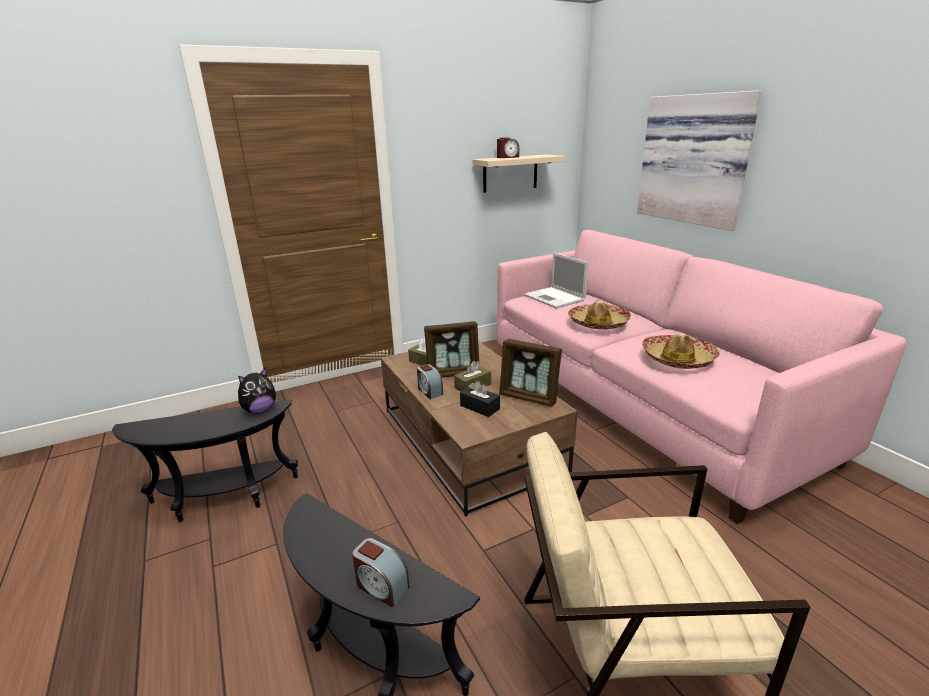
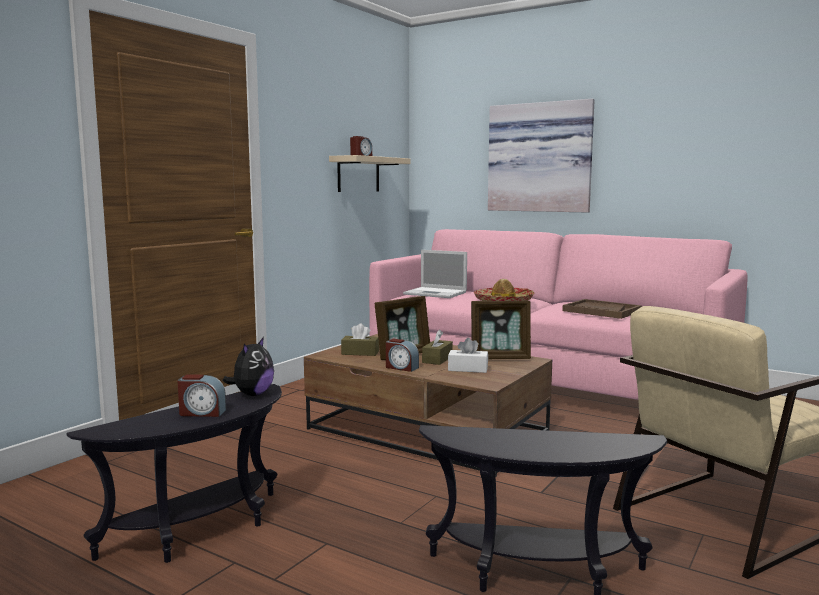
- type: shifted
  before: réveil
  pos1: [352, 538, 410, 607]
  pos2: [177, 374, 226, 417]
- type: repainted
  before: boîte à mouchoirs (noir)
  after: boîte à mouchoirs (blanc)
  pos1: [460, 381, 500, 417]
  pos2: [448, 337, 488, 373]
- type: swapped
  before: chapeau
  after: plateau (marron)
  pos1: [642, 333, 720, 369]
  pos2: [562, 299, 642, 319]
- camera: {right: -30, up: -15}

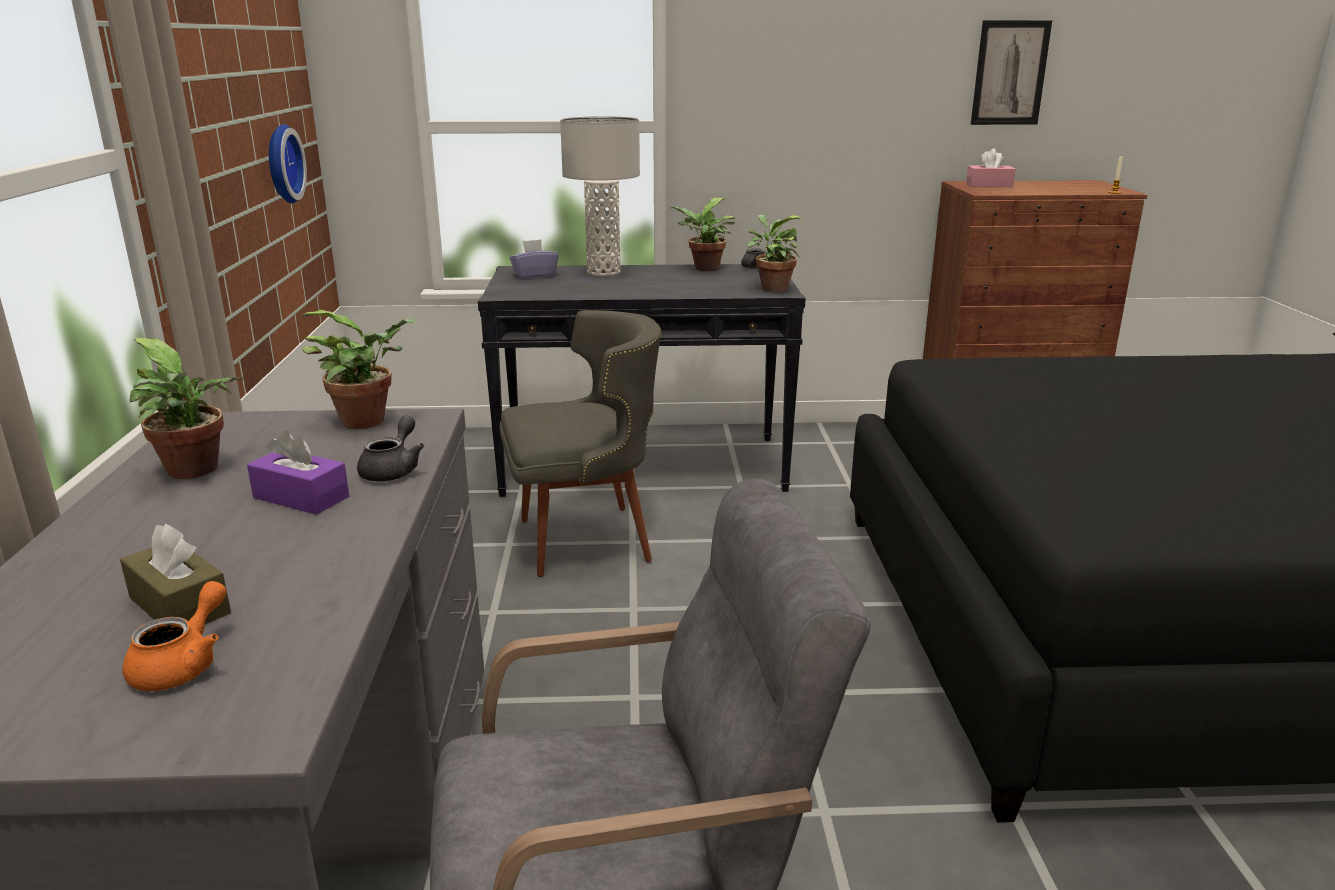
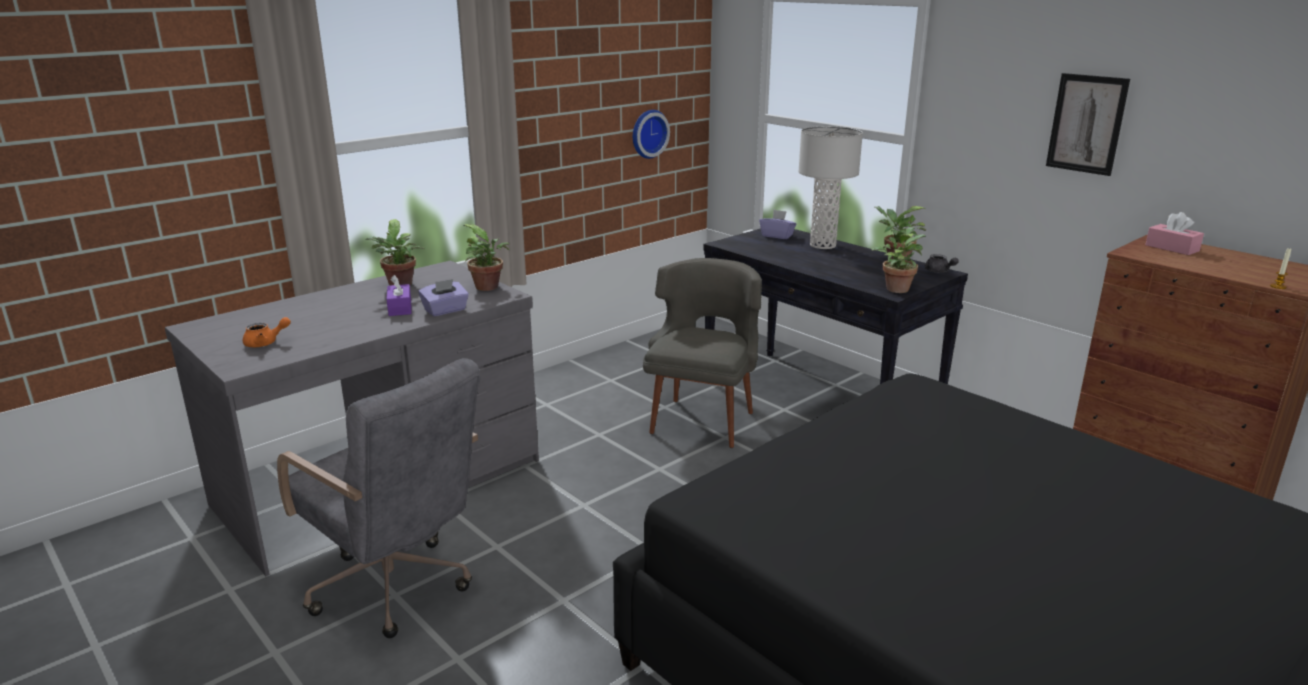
- type: swapped
  before: théière (gris)
  after: boîte à mouchoirs (violet)
  pos1: [357, 415, 424, 482]
  pos2: [419, 279, 469, 316]
- type: rotated
  before: chaise (gris)
  pos1: [499, 310, 661, 577]
  pos2: [643, 258, 762, 448]
  turn: -105
- type: shifted
  before: tableau
  pos1: [971, 20, 1052, 125]
  pos2: [1046, 73, 1130, 176]
- type: gone
  before: boîte à mouchoirs (marron)
  pos1: [120, 524, 231, 624]
- camera: {right: 50, up: 0}

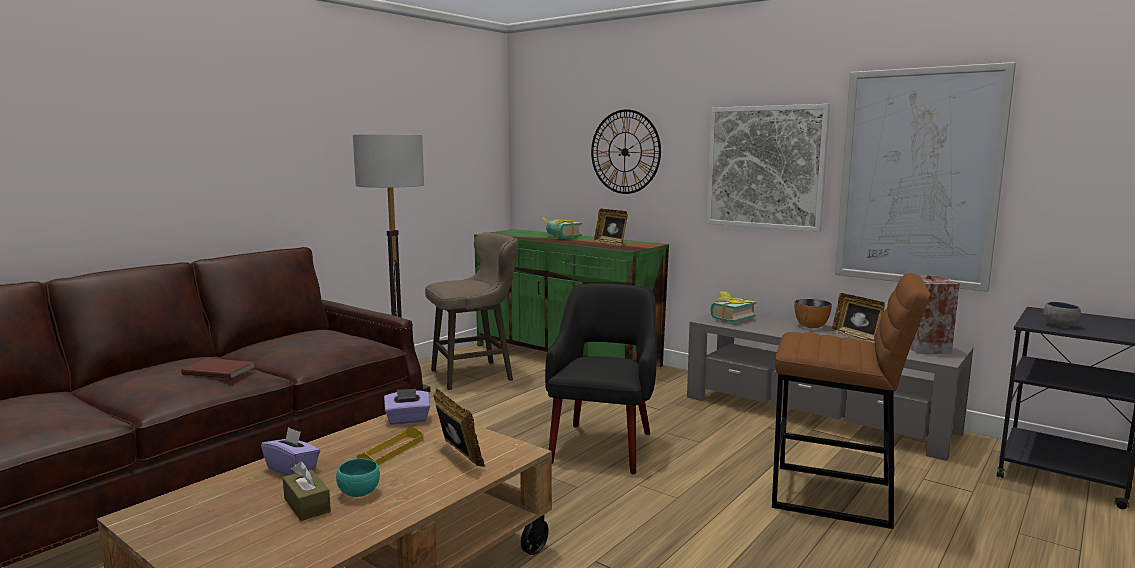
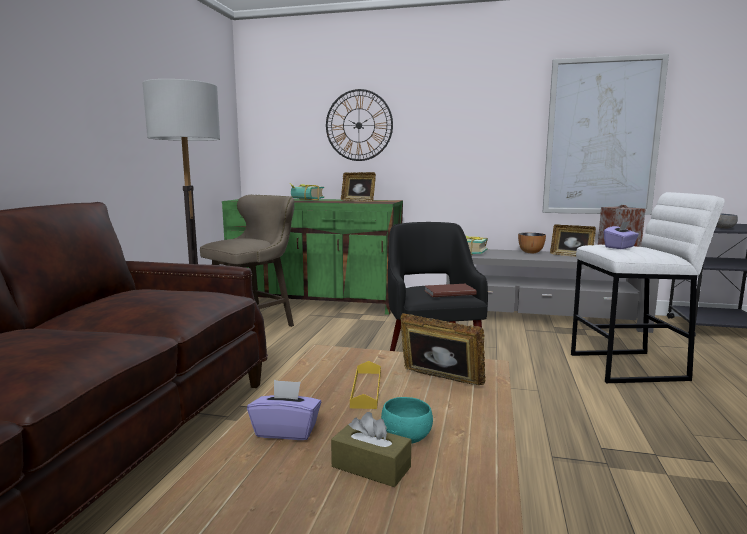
- type: shifted
  before: livre (marron)
  pos1: [181, 358, 255, 379]
  pos2: [424, 284, 477, 297]
- type: repainted
  before: tabouret (marron)
  after: tabouret (blanc)
  pos1: [772, 273, 930, 529]
  pos2: [571, 192, 725, 383]
- type: shifted
  before: boîte à mouchoirs (violet)
  pos1: [384, 389, 430, 425]
  pos2: [604, 221, 639, 249]
- type: gone
  before: tableau
  pos1: [706, 104, 830, 232]
- camera: {right: -25, up: 0}

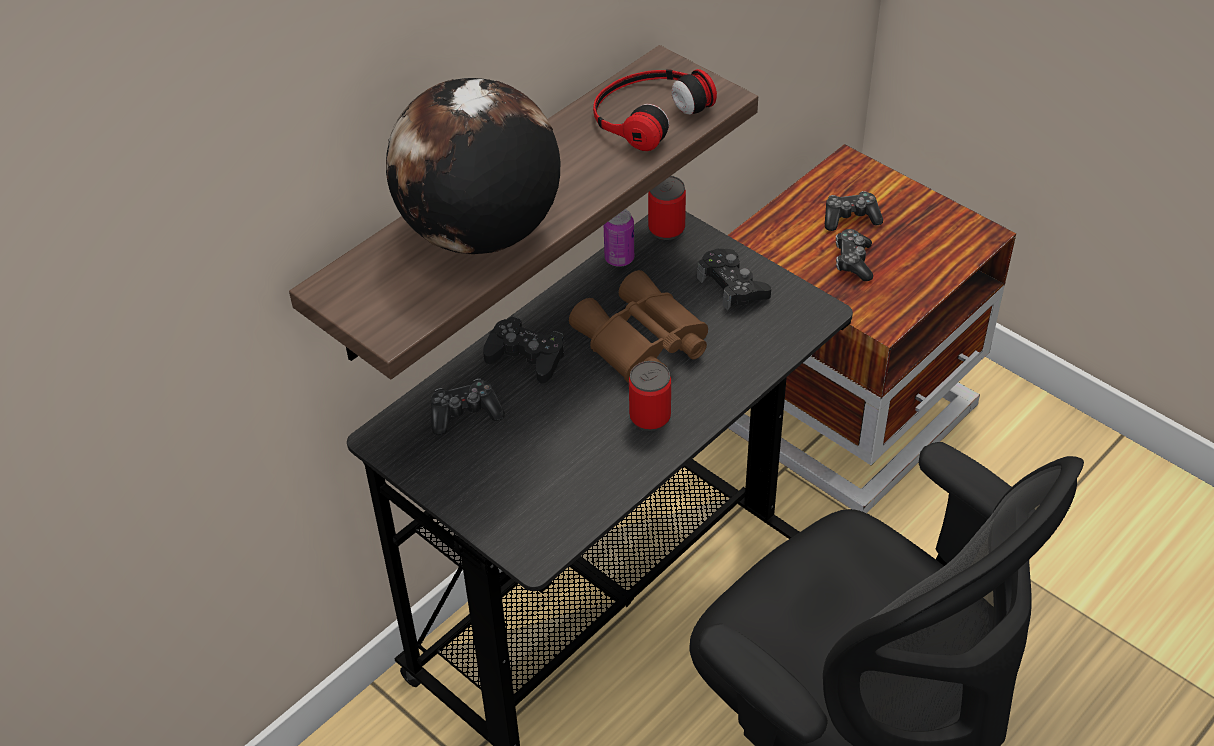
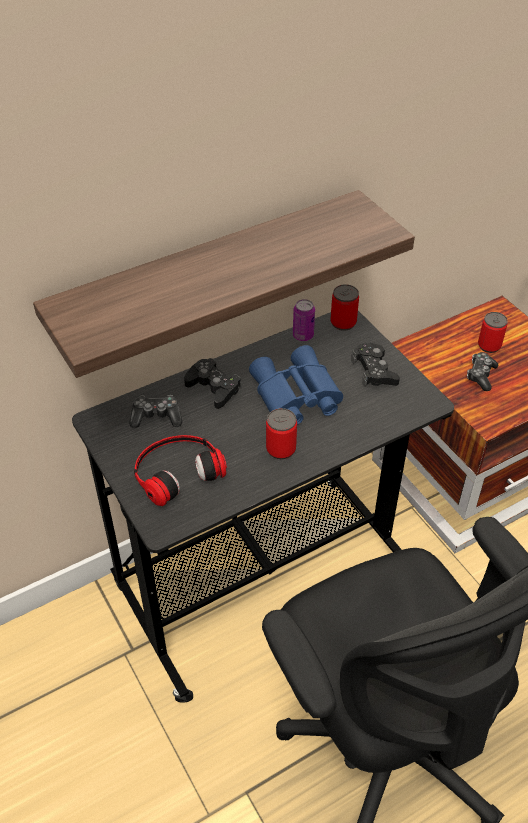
- type: shifted
  before: casque audio
  pos1: [593, 69, 717, 151]
  pos2: [134, 435, 227, 506]
- type: repainted
  before: jumelles (marron)
  after: jumelles (bleu)
  pos1: [569, 270, 708, 383]
  pos2: [249, 345, 343, 425]
- type: swapped
  before: manette
  after: boîte métallique
  pos1: [825, 191, 883, 231]
  pos2: [478, 312, 508, 353]
- type: gone
  before: globe
  pos1: [386, 78, 560, 254]
- camera: {right: 15, up: 0}

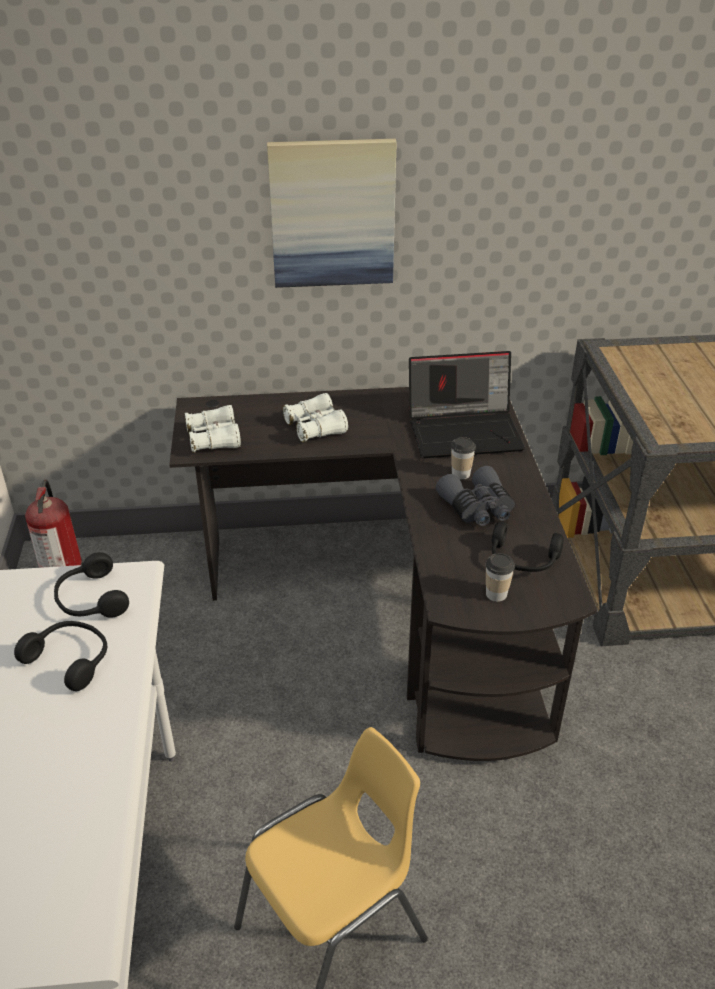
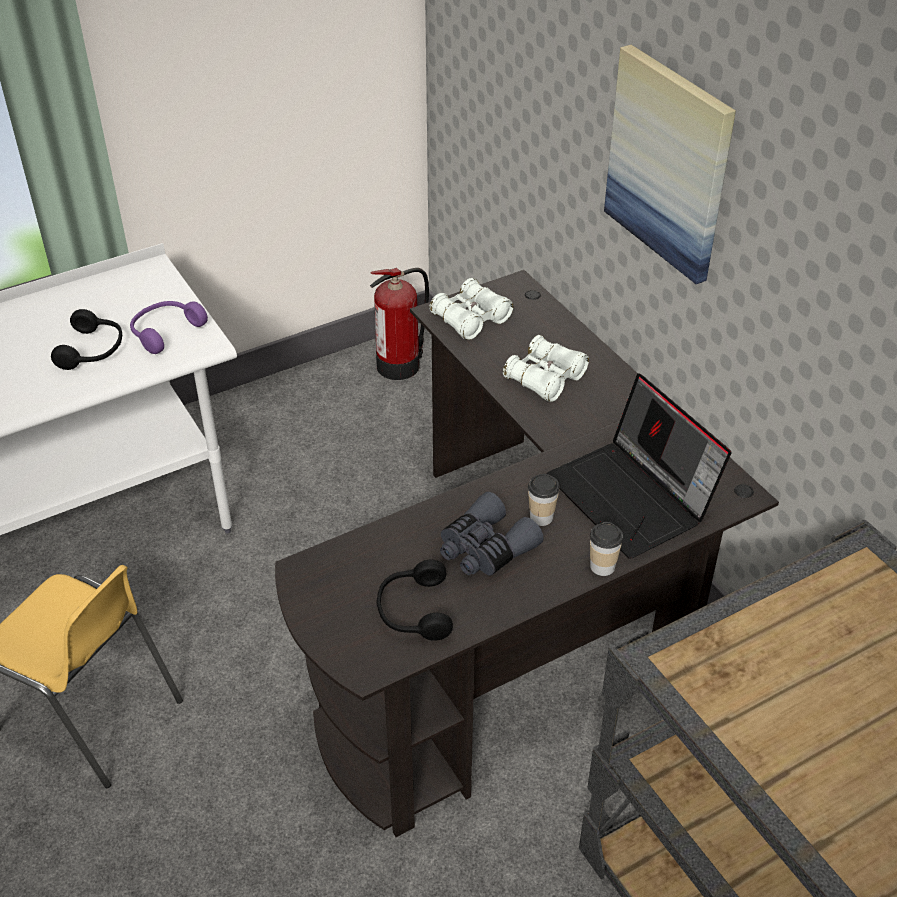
- type: repainted
  before: casque audio (noir)
  after: casque audio (violet)
  pos1: [54, 552, 129, 618]
  pos2: [130, 301, 208, 354]
- type: shifted
  before: tasse
  pos1: [486, 553, 515, 602]
  pos2: [590, 522, 623, 576]
- camera: {right: 65, up: 5}

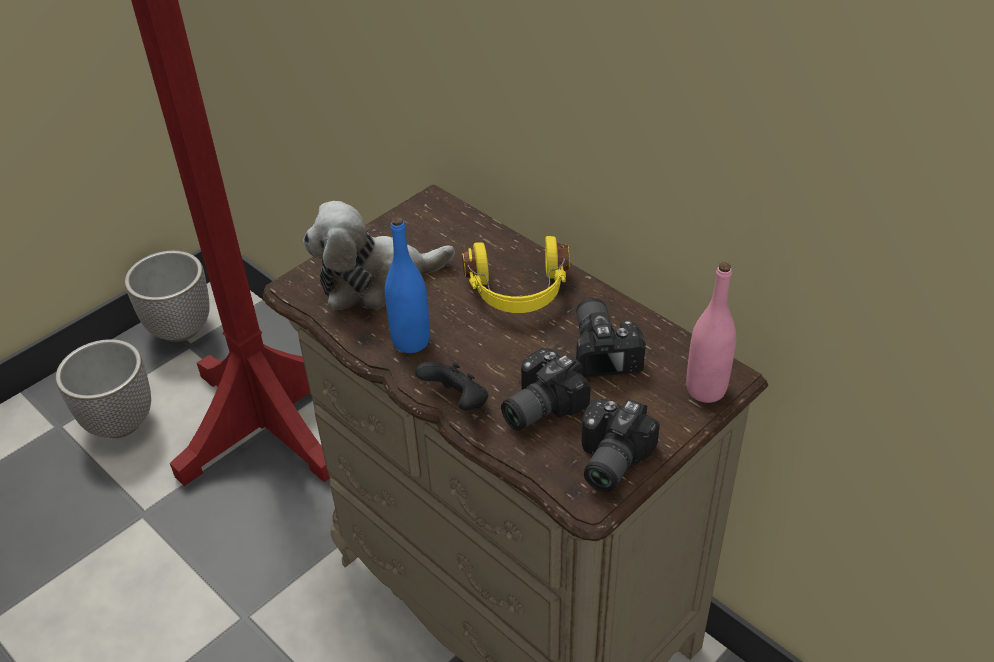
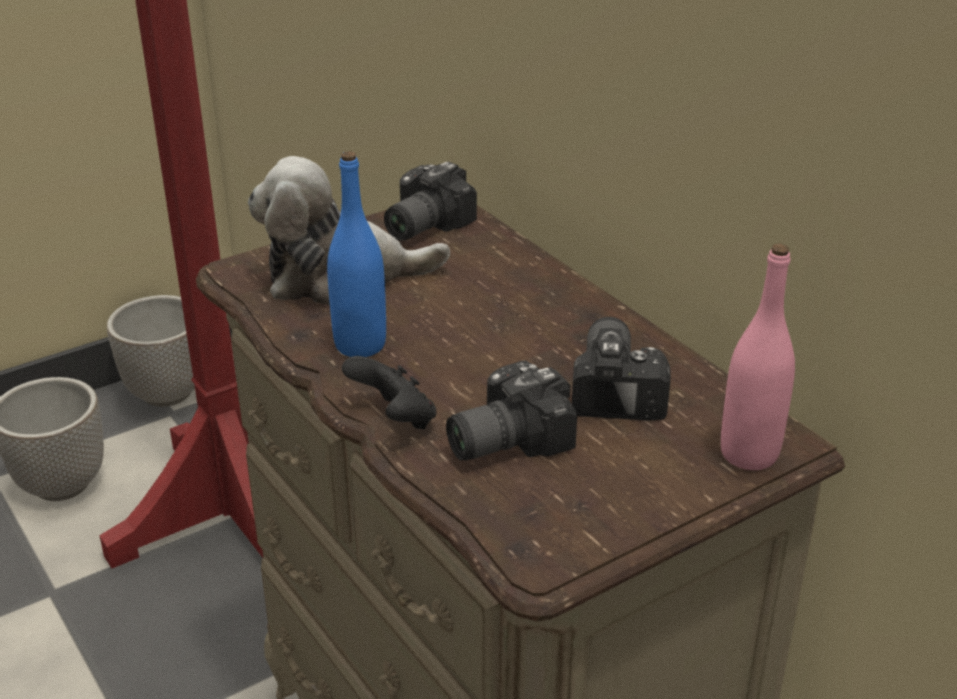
- type: shifted
  before: appareil photo
  pos1: [582, 399, 660, 492]
  pos2: [384, 162, 477, 241]
- type: gone
  before: casque audio (jaune)
  pos1: [462, 236, 569, 313]
- camera: {right: 10, up: -10}

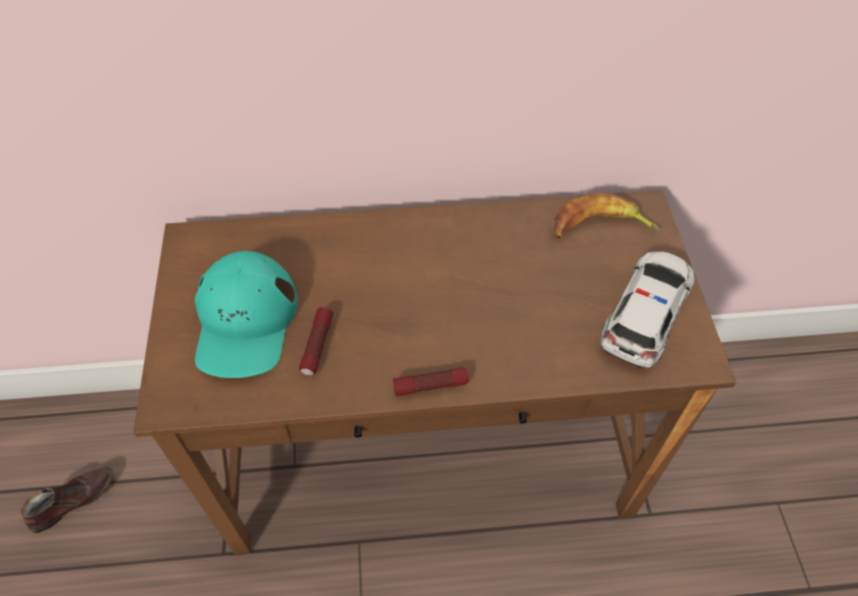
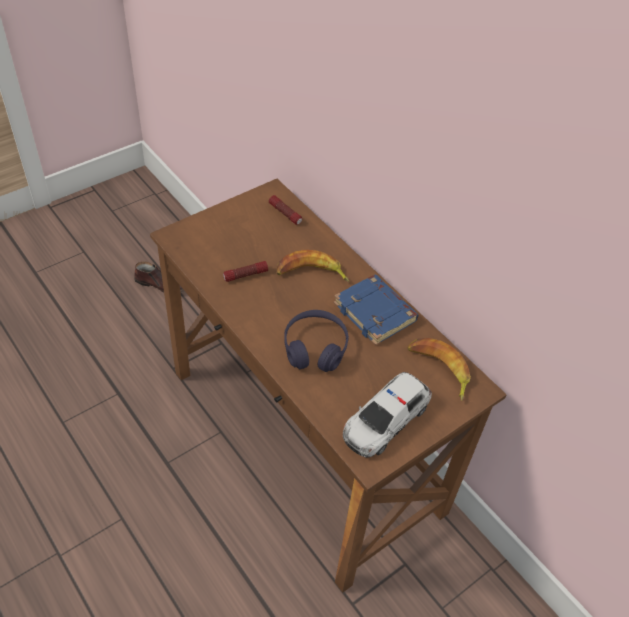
- type: shifted
  before: lampe de poche
  pos1: [393, 367, 469, 396]
  pos2: [269, 195, 302, 225]
- type: new
  after: banane
  pos2: [277, 250, 349, 282]
- type: new
  after: casque audio (violet)
  pos2: [284, 310, 349, 372]
- type: new
  after: livre (bleu)
  pos2: [333, 275, 418, 345]
- type: rotated
  before: petite voiture
  pos1: [600, 251, 695, 368]
  pos2: [343, 372, 432, 458]
  turn: 135
- type: gone
  before: casquette (turquoise)
  pos1: [195, 251, 298, 378]
- camera: {right: 55, up: -5}

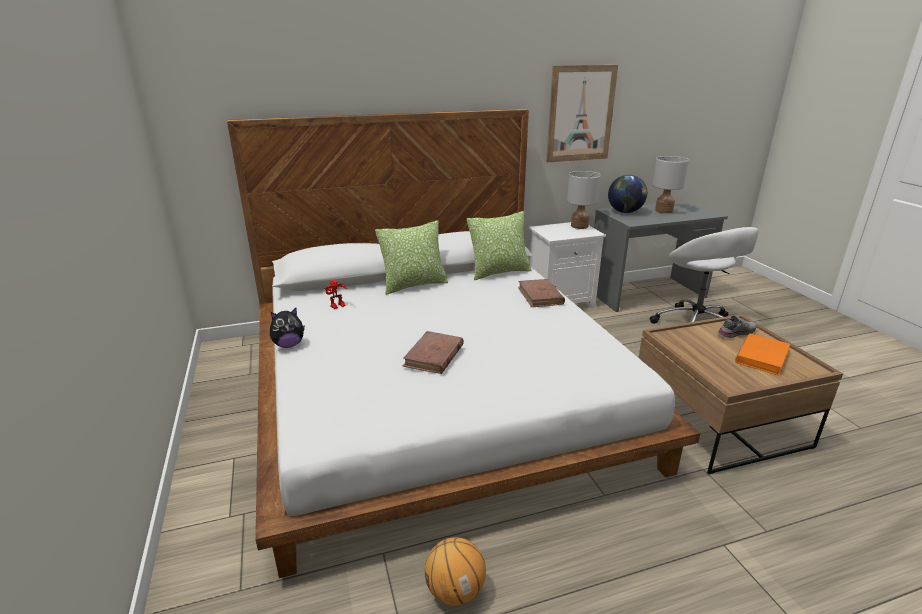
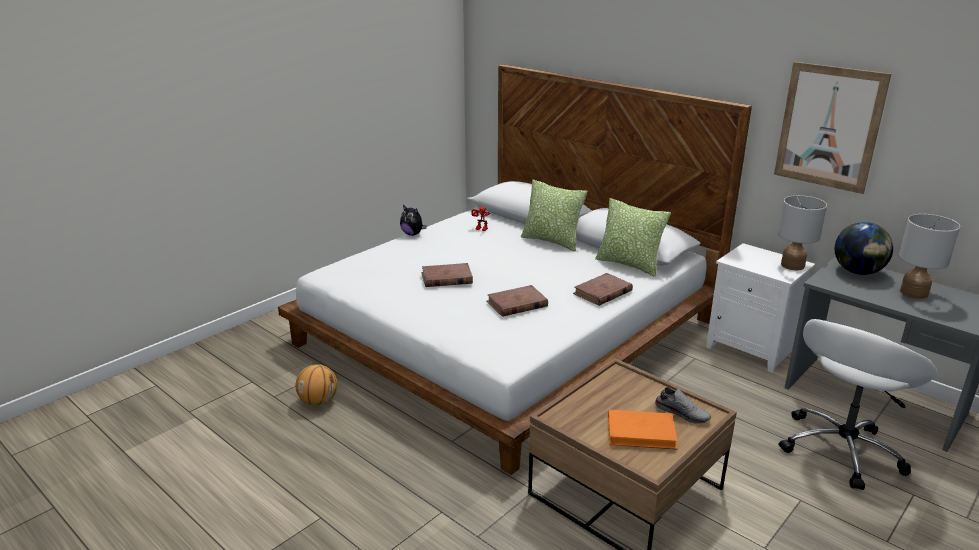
- type: new
  after: livre (marron)
  pos2: [486, 285, 548, 317]
- camera: {right: 60, up: 0}

